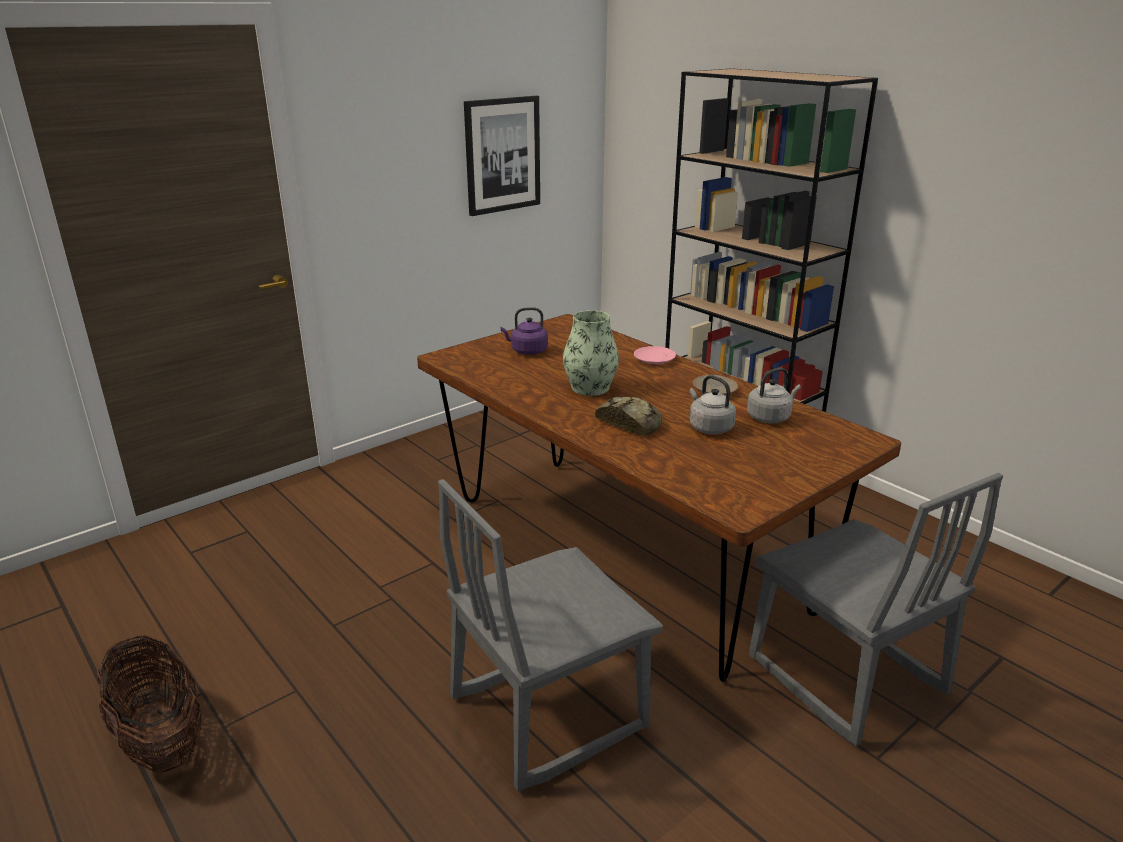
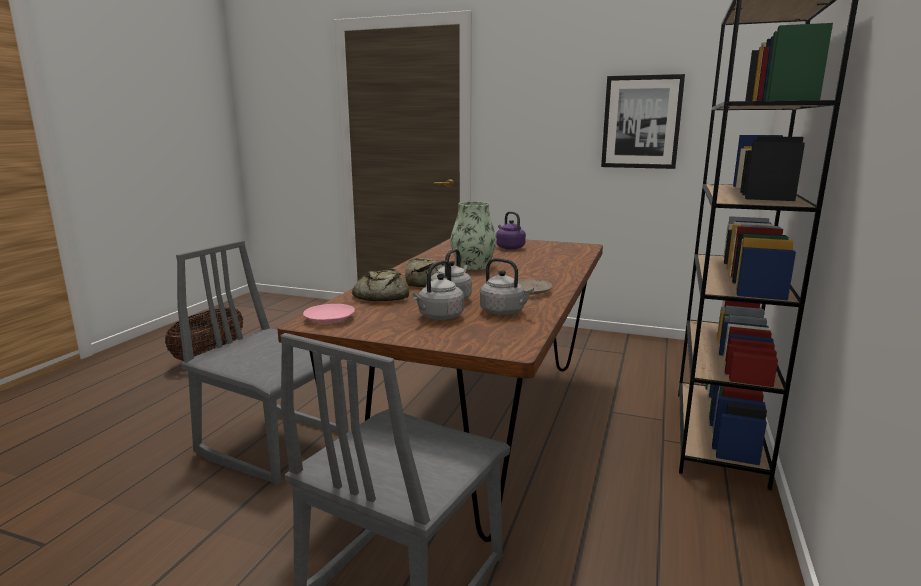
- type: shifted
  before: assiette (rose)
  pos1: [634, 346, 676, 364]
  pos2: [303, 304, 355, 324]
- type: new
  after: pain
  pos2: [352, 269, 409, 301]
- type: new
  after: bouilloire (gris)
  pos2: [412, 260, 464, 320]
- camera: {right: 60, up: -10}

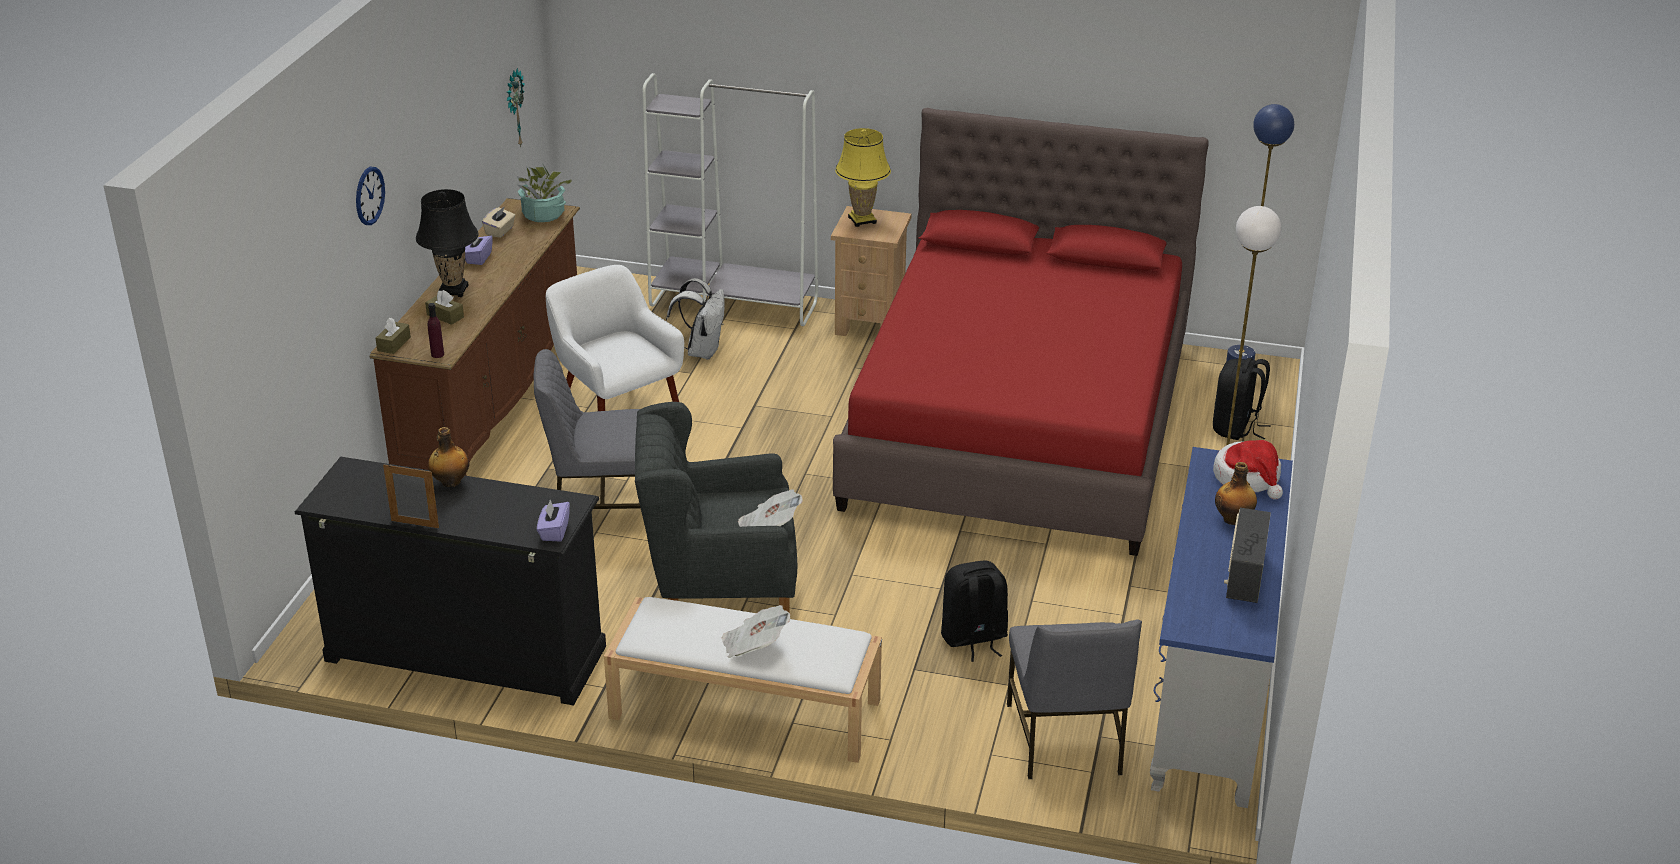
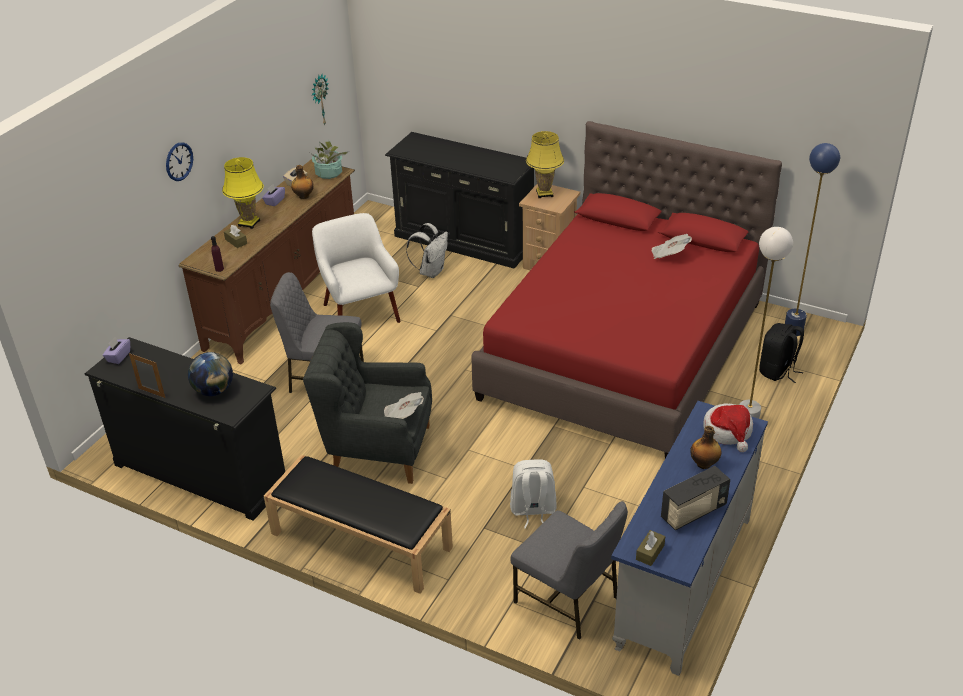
- type: shifted
  before: boîte à mouchoirs (violet)
  pos1: [537, 500, 570, 542]
  pos2: [103, 337, 130, 364]
- type: new
  after: globe
  pos2: [188, 352, 233, 396]
- type: repainted
  before: lampe de table (noir)
  after: lampe de table (jaune)
  pos1: [416, 189, 478, 297]
  pos2: [222, 157, 264, 229]
- type: repainted
  before: banc (blanc)
  after: banc (noir)
  pos1: [604, 597, 882, 763]
  pos2: [264, 455, 453, 594]
- type: shifted
  before: bouteille
  pos1: [428, 427, 469, 487]
  pos2: [291, 165, 314, 199]
- type: swapped
  before: portant (gris)
  after: meuble de rangement (noir)
  pos1: [642, 73, 818, 326]
  pos2: [385, 132, 534, 269]
- type: repainted
  before: sac à dos (noir)
  after: sac à dos (blanc)
  pos1: [941, 561, 1008, 662]
  pos2: [510, 459, 557, 529]
- type: rotated
  before: chaise (gris)
  pos1: [1007, 619, 1142, 779]
  pos2: [510, 501, 628, 640]
  turn: -60
- type: shifted
  before: boîte à mouchoirs (marron)
  pos1: [376, 317, 411, 354]
  pos2: [636, 530, 665, 566]
- type: shifted
  before: journal
  pos1: [721, 605, 790, 658]
  pos2: [652, 234, 692, 259]
- type: rotated
  before: radio
  pos1: [1224, 508, 1271, 603]
  pos2: [661, 466, 730, 531]
  turn: -150
- camera: {right: 15, up: 5}

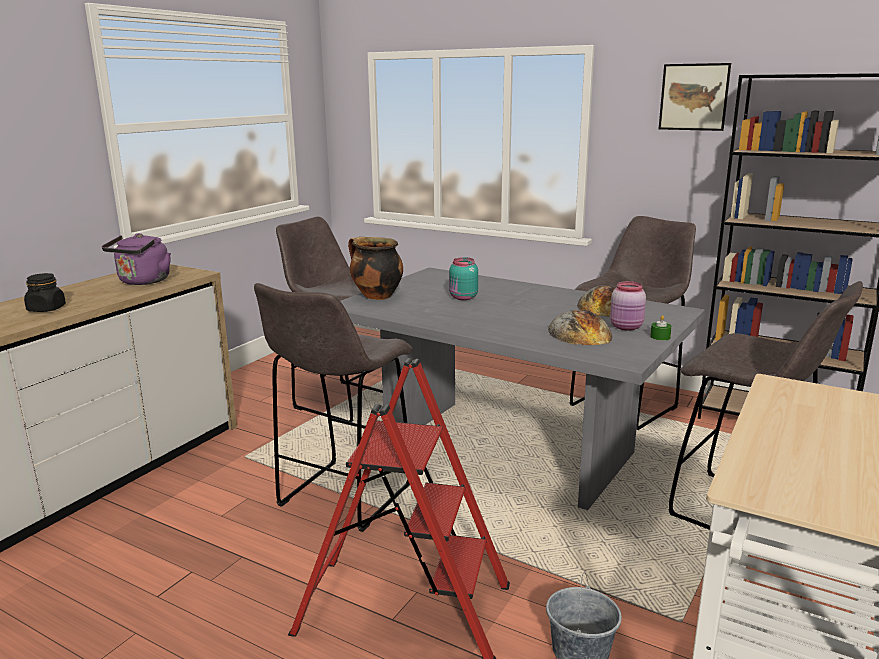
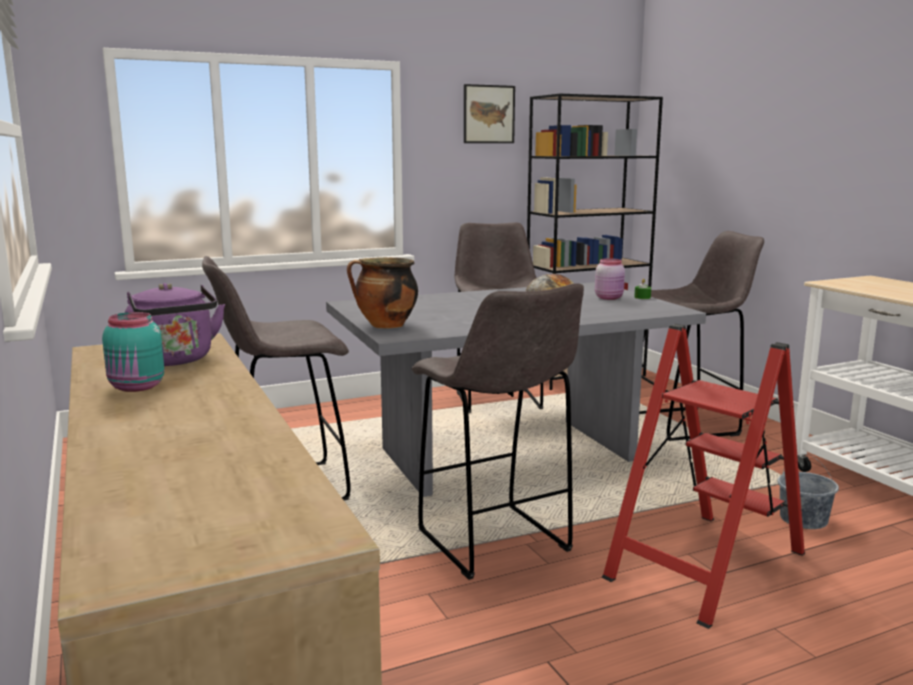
- type: shifted
  before: bocal (turquoise)
  pos1: [449, 257, 478, 300]
  pos2: [102, 312, 164, 392]
- type: gone
  before: bocal (noir)
  pos1: [24, 273, 66, 312]
- type: gone
  before: pain
  pos1: [548, 310, 612, 345]
- camera: {right: -55, up: -5}

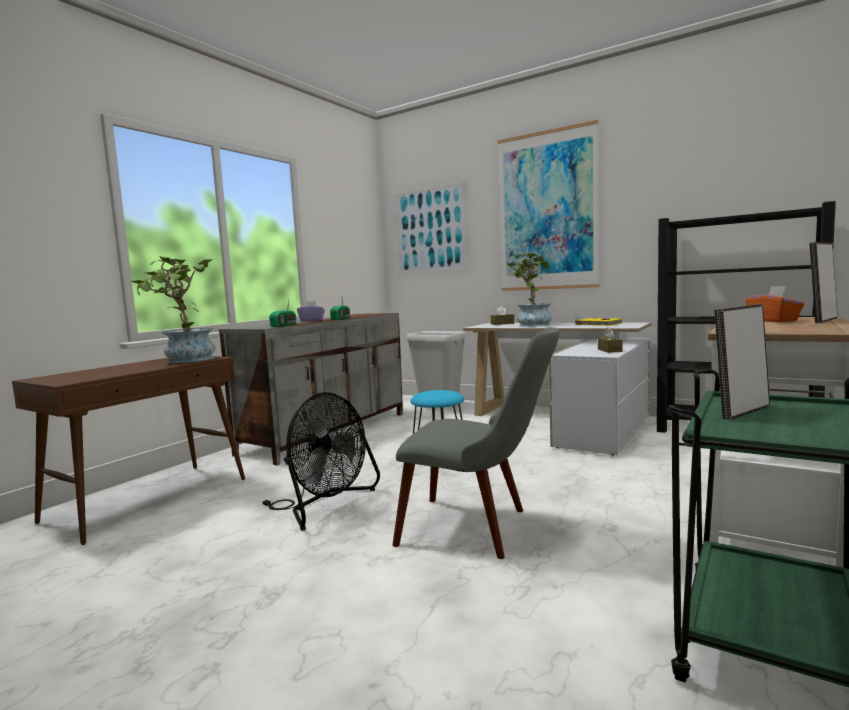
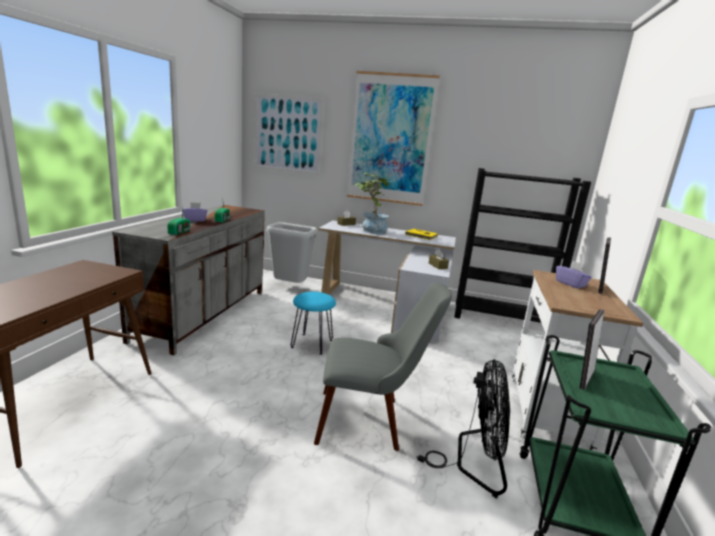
- type: shifted
  before: ventilateur (noir)
  pos1: [263, 392, 380, 531]
  pos2: [416, 359, 510, 499]
- type: repainted
  before: boîte à mouchoirs (orange)
  after: boîte à mouchoirs (violet)
  pos1: [746, 286, 804, 322]
  pos2: [556, 261, 592, 288]
- type: gone
  before: plante en pot
  pos1: [131, 256, 215, 363]
- camera: {right: -20, up: 10}

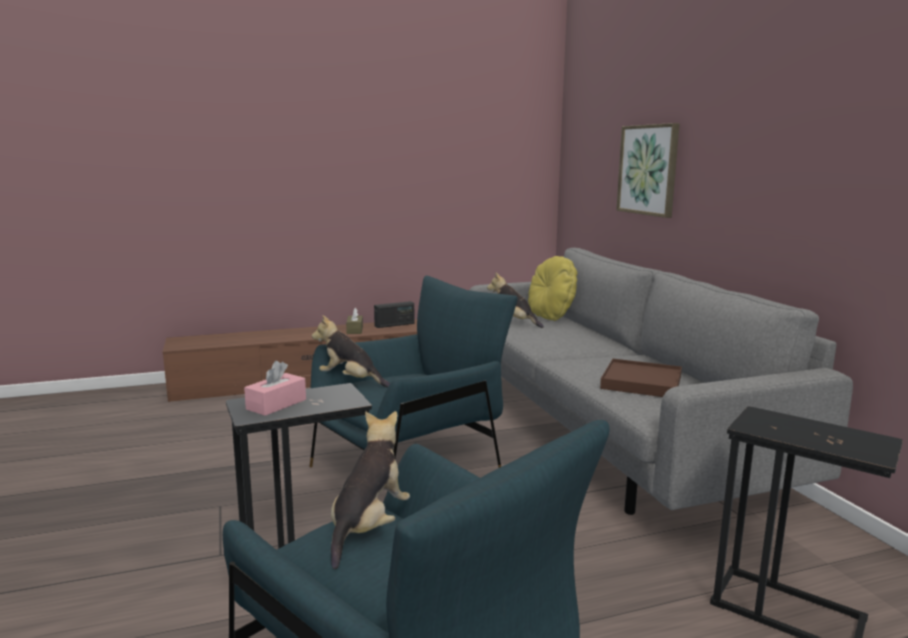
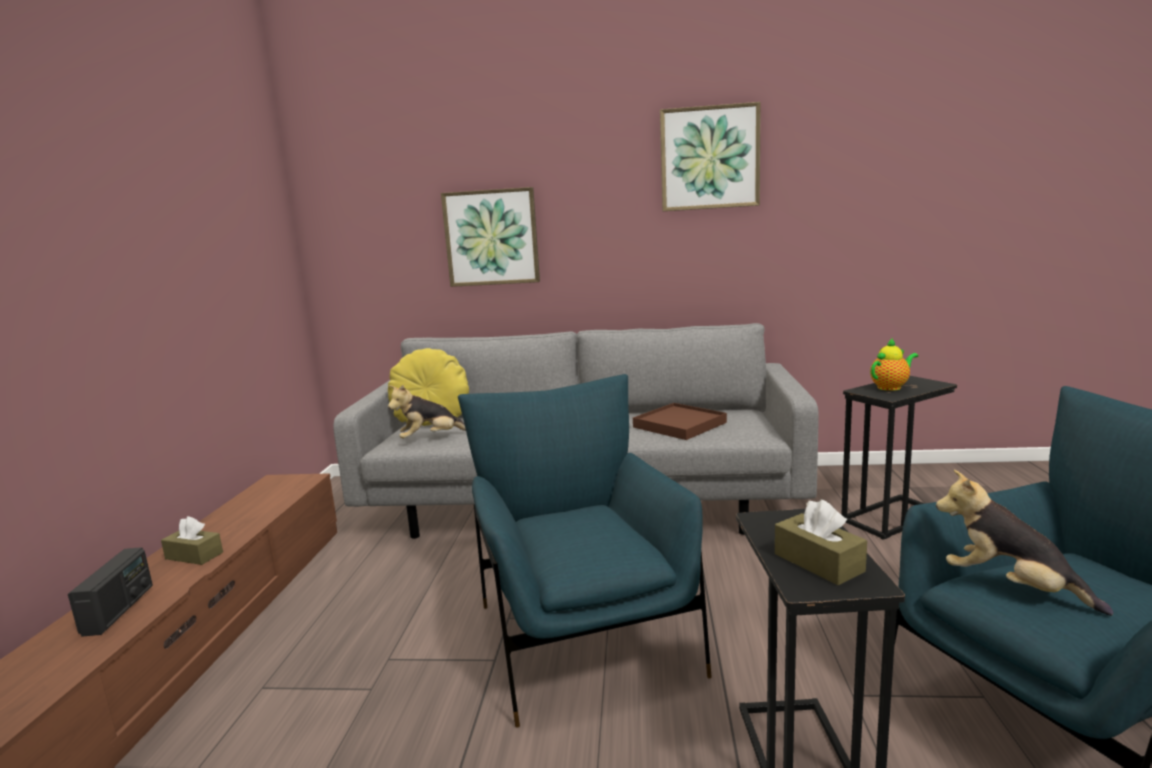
- type: shifted
  before: radio
  pos1: [374, 301, 414, 328]
  pos2: [68, 547, 153, 637]
- type: new
  after: tableau
  pos2: [660, 102, 761, 211]
- type: repainted
  before: boîte à mouchoirs (rose)
  after: boîte à mouchoirs (marron)
  pos1: [244, 361, 306, 416]
  pos2: [775, 500, 867, 585]
- type: new
  after: théière
  pos2: [870, 338, 918, 391]
- type: gone
  before: peluche
  pos1: [312, 315, 390, 388]
- camera: {right: -65, up: 0}

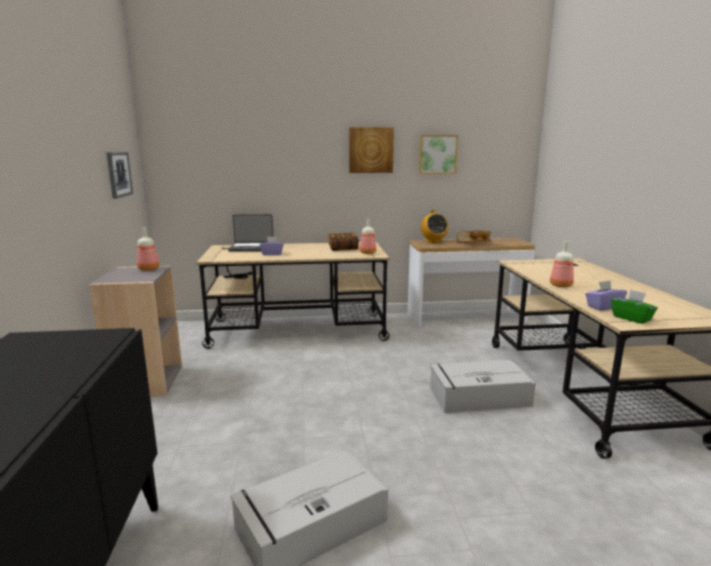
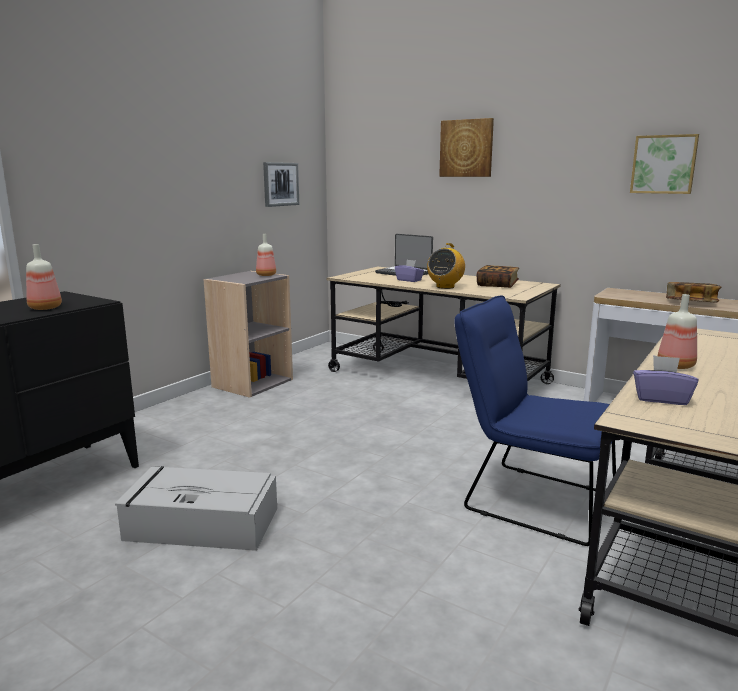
- type: shifted
  before: bouteille
  pos1: [360, 219, 376, 254]
  pos2: [26, 244, 62, 310]
- type: shifted
  before: radio
  pos1: [421, 210, 449, 243]
  pos2: [427, 243, 465, 289]
- type: shifted
  before: tableau
  pos1: [349, 127, 394, 173]
  pos2: [439, 118, 494, 177]
- type: swapped
  before: boîte de rangement (gris)
  after: chaise (bleu)
  pos1: [430, 360, 535, 413]
  pos2: [454, 296, 616, 546]
- type: gone
  before: boîte à mouchoirs (vert)
  pos1: [611, 289, 658, 324]
- camera: {right: 40, up: 0}

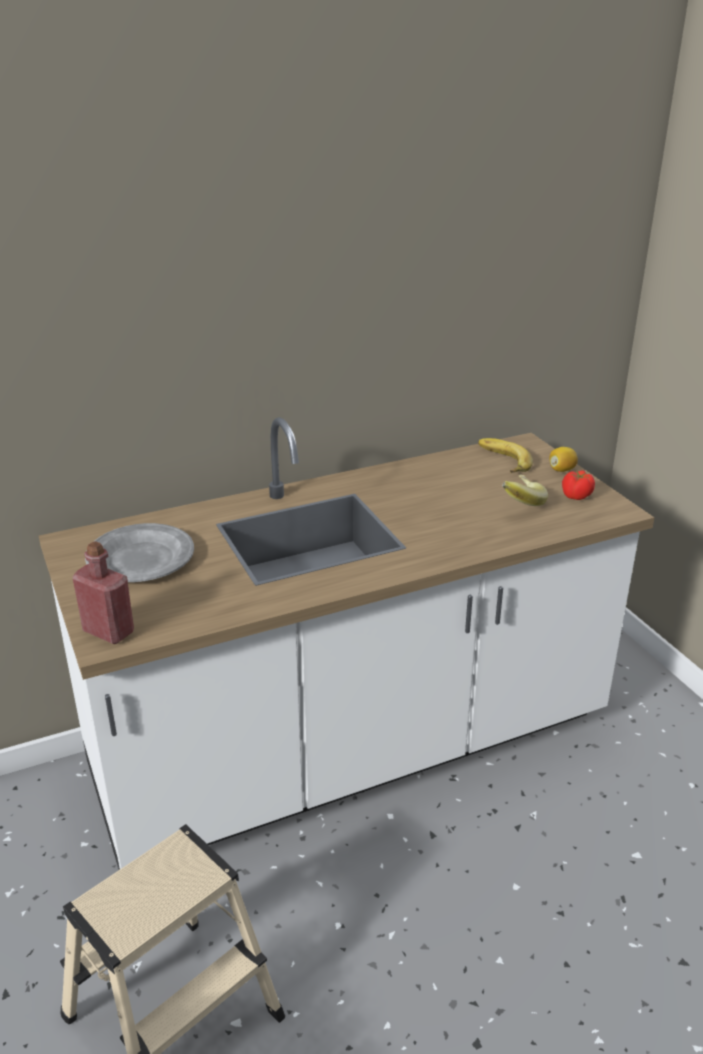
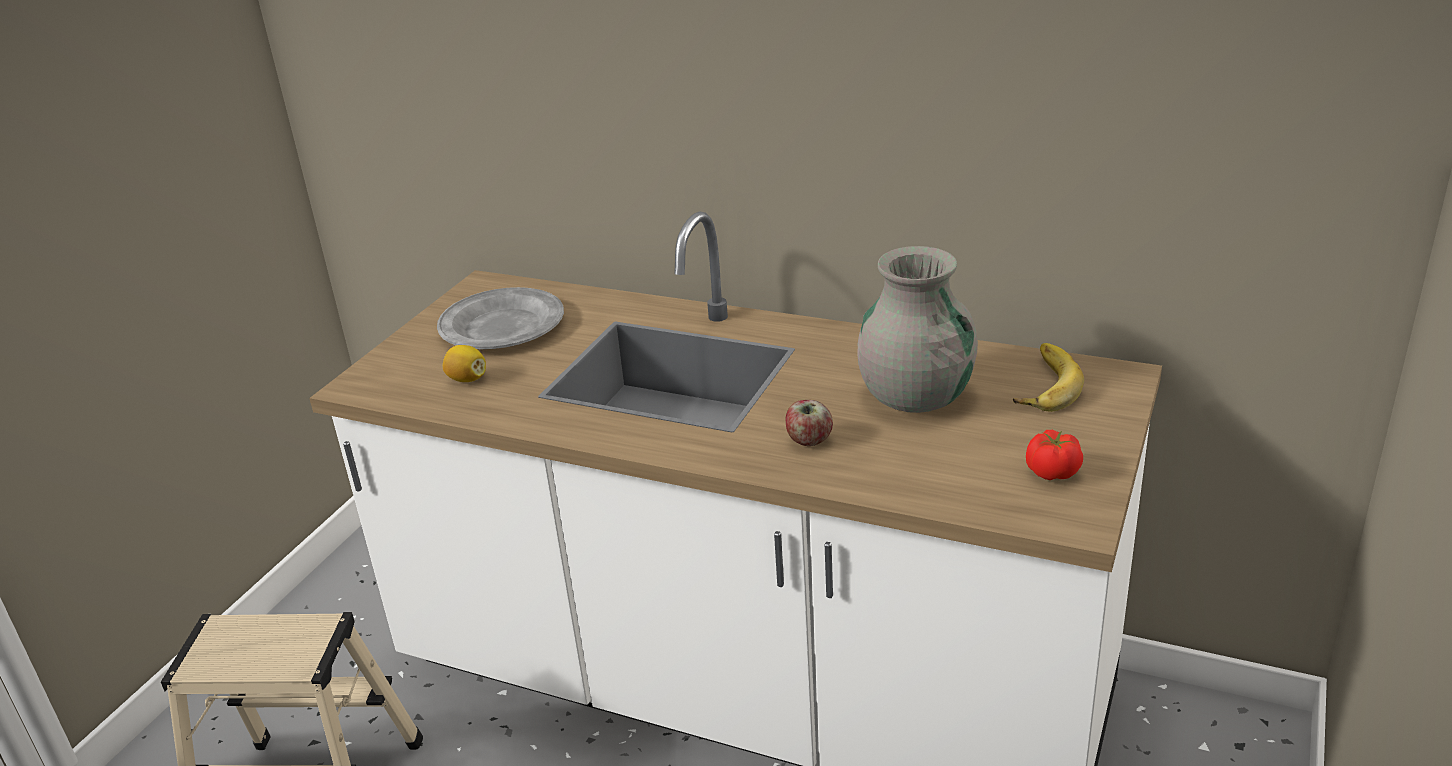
- type: shifted
  before: citron
  pos1: [550, 447, 578, 472]
  pos2: [443, 345, 486, 382]
- type: new
  after: pomme
  pos2: [786, 400, 833, 446]
- type: new
  after: vase (gris)
  pos2: [857, 246, 978, 413]
- type: gone
  before: bouteille (rouge)
  pos1: [73, 541, 134, 644]
- type: gone
  before: banane
  pos1: [502, 475, 548, 506]
- camera: {right: 50, up: 0}

